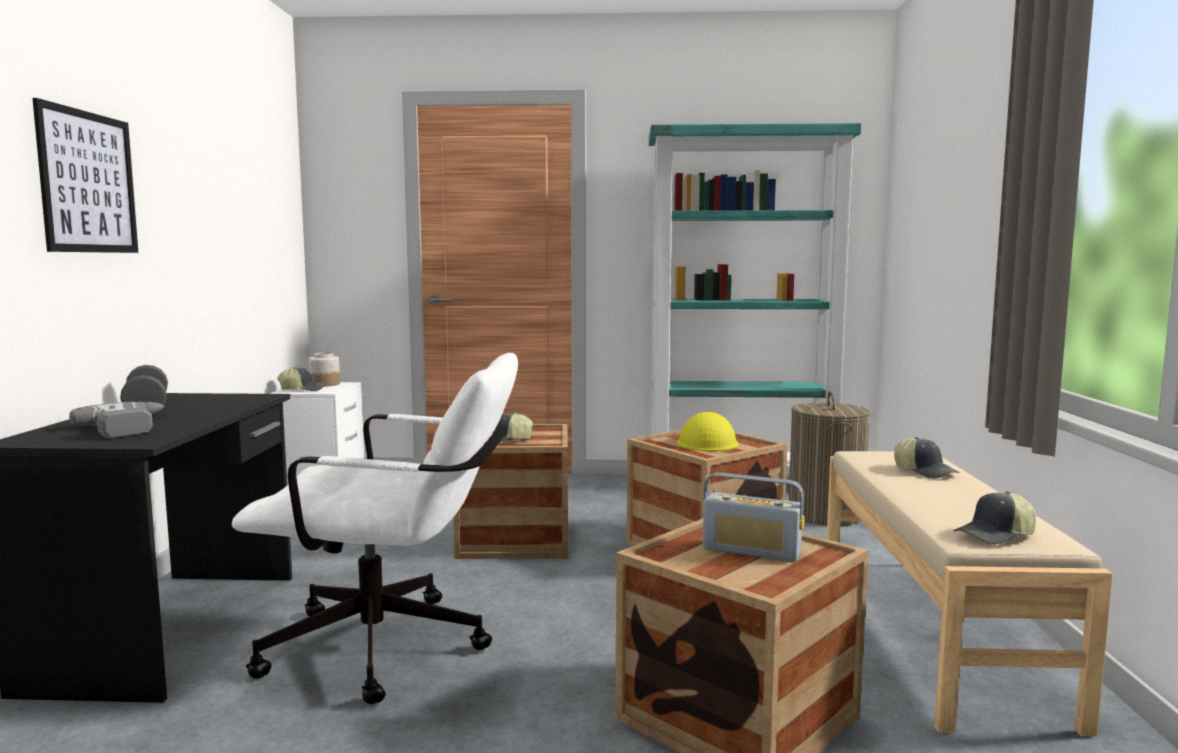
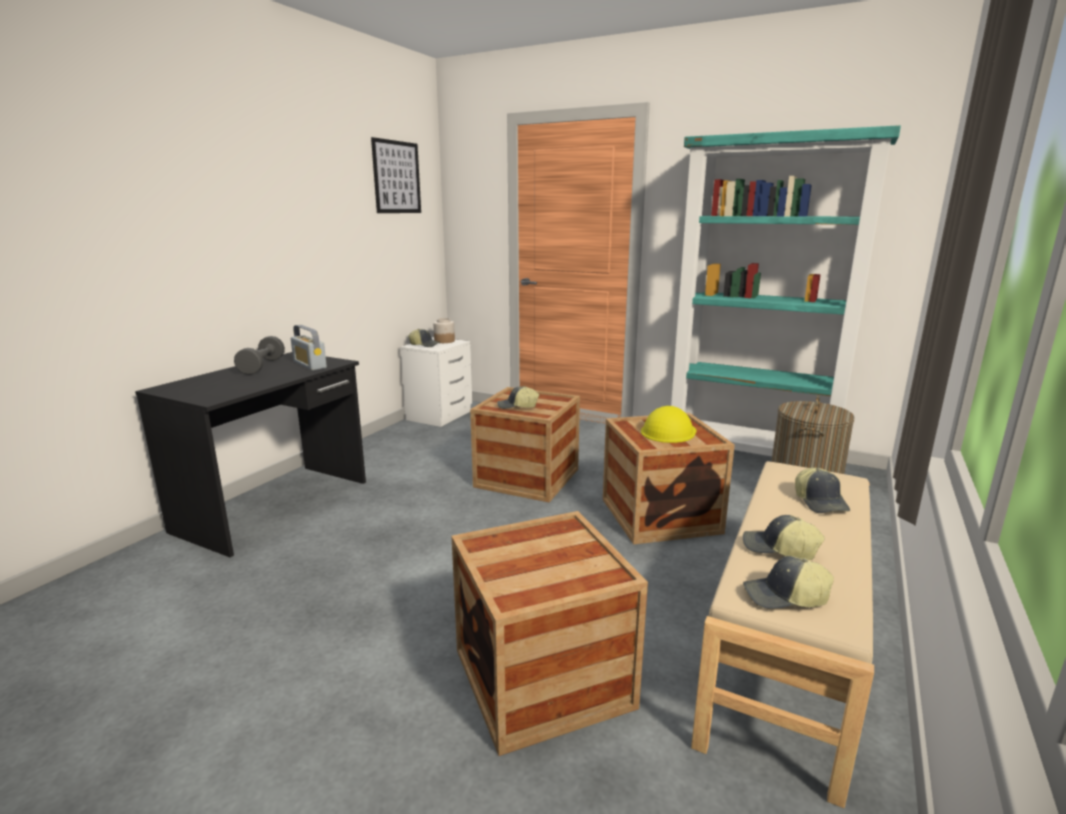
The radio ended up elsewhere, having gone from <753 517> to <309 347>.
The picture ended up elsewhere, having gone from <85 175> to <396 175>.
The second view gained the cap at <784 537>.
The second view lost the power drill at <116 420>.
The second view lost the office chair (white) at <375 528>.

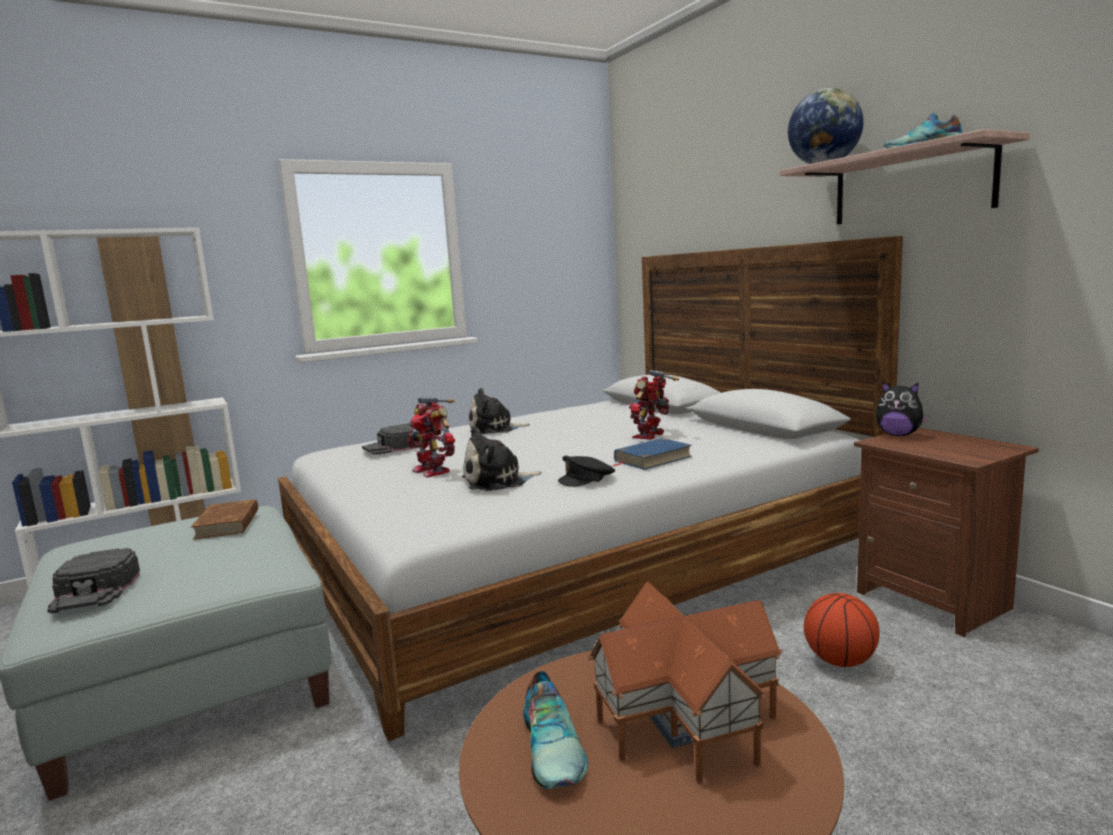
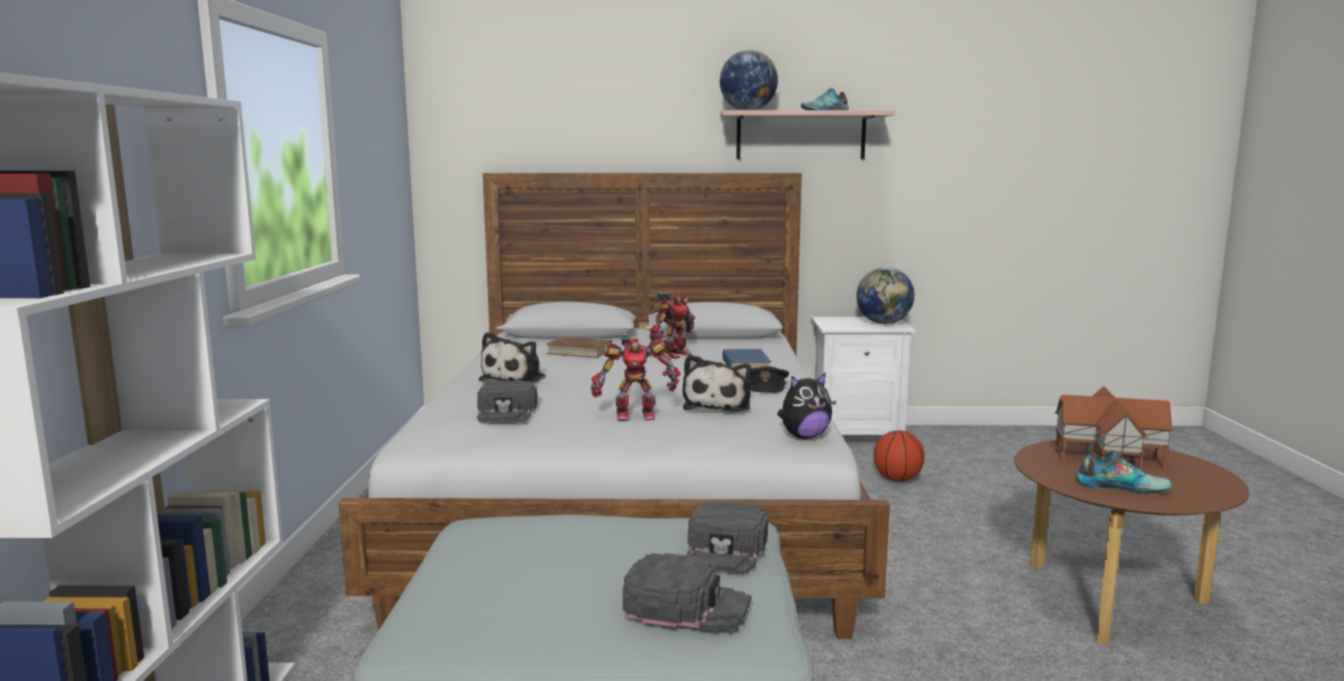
The book (brown) ended up elsewhere, having gone from <224 519> to <579 347>.
The toy robot at <653 405> ended up facing another way, 120 degrees counterclockwise from before.
The second view gained the cap (black) at <727 537>.
The plush toy ended up elsewhere, having gone from <903 409> to <804 405>.
What was the nightstand (brown) at <946 532> turned into the nightstand (white) at <863 376>.
The second view gained the globe at <886 295>.

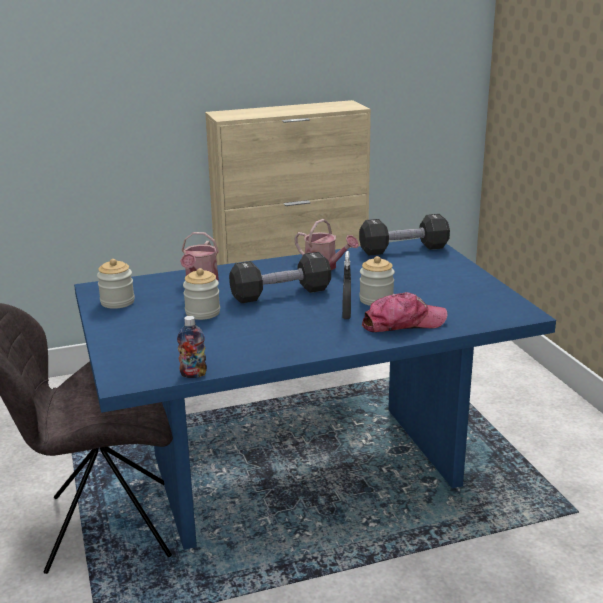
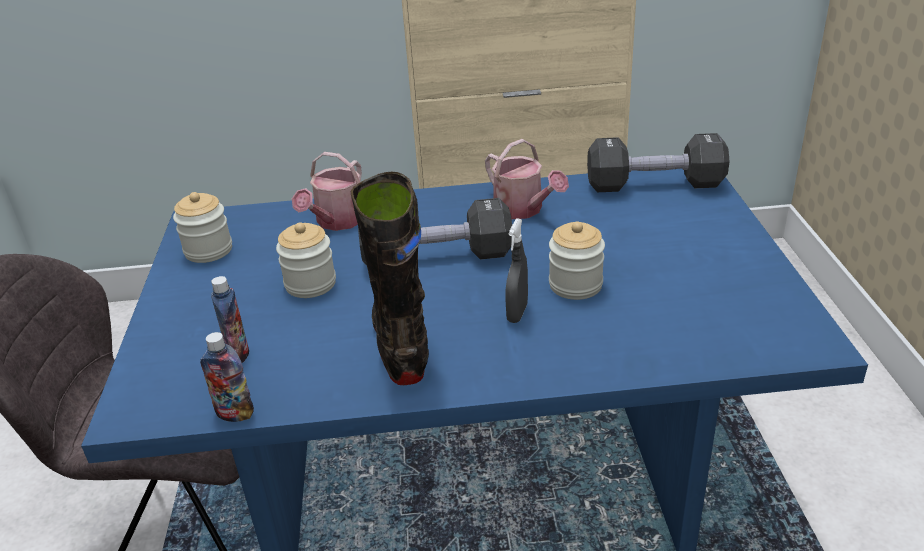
The second view gained the bottle at <230 319>.
The second view gained the boot (black) at <390 278>.
The second view lost the cap at <405 312>.

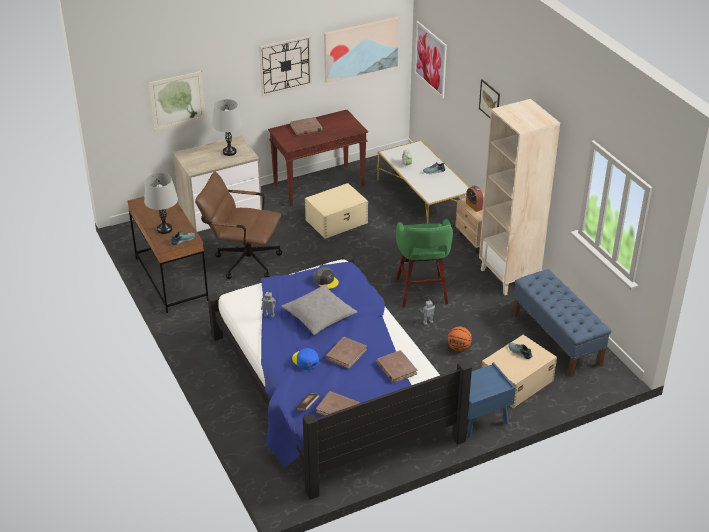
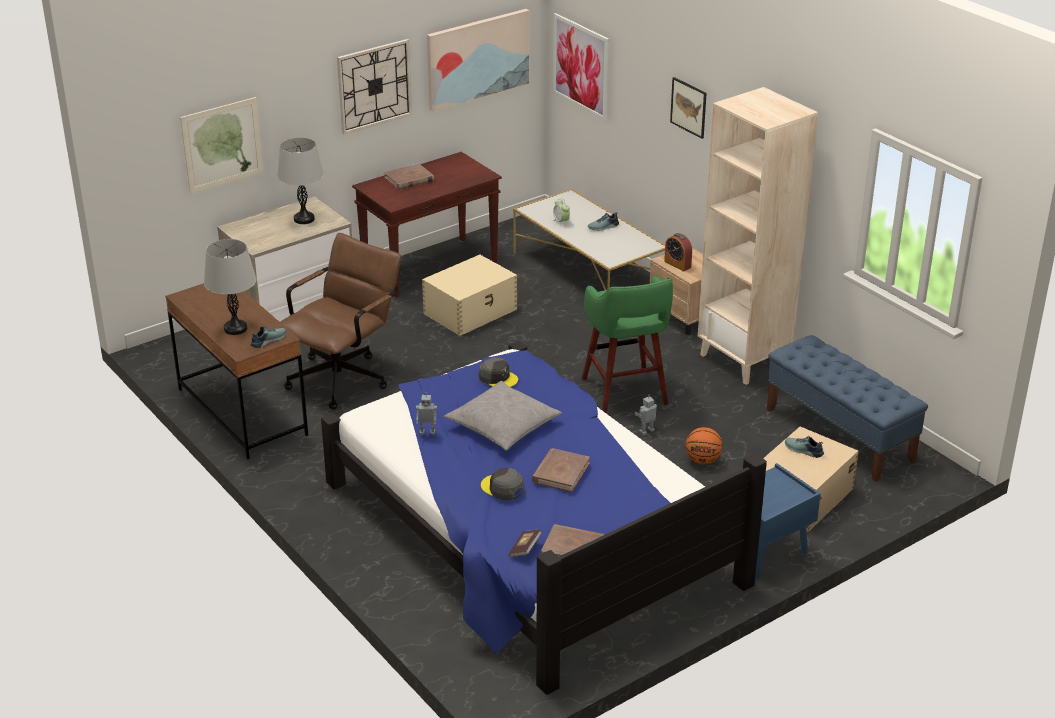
The office chair (brown) at <238 225> ended up facing another way, 120 degrees clockwise from before.
What was the cap (blue) at <305 359> turned into the cap (grey) at <502 484>.
The second view lost the book (brown) at <397 366>.

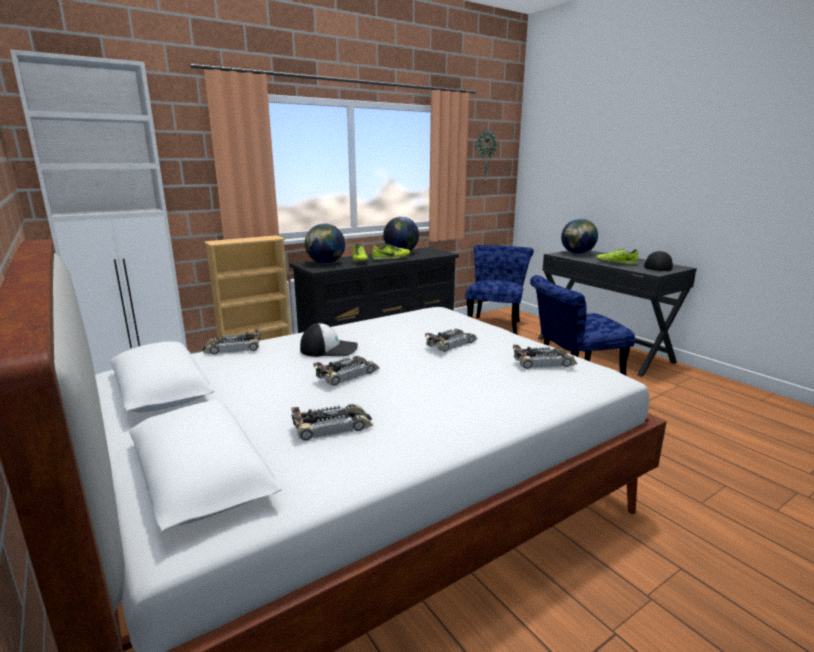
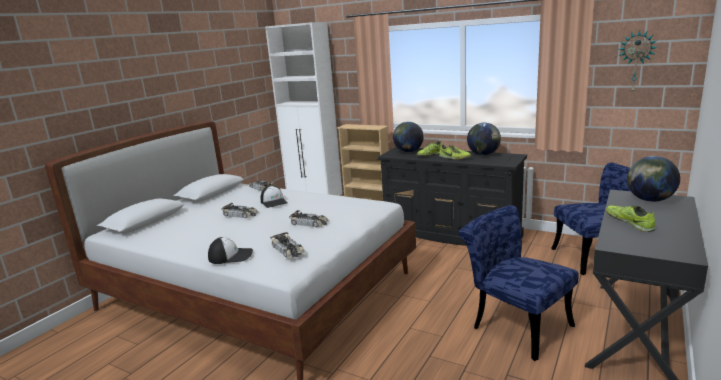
The cap ended up elsewhere, having gone from <658 261> to <230 250>.
The second view lost the toy car at <332 422>.

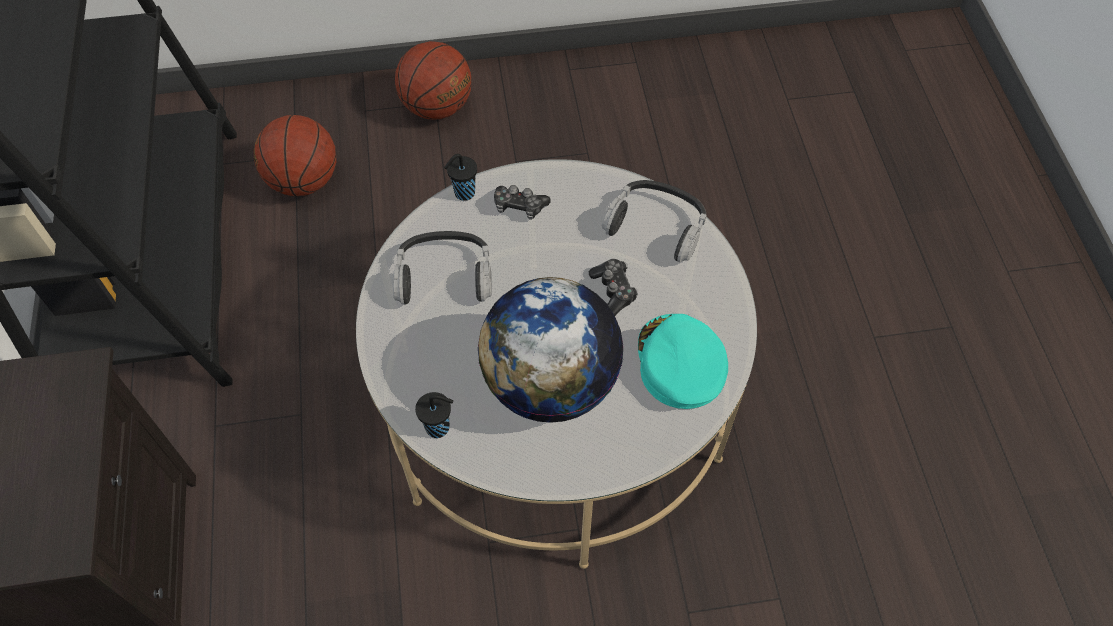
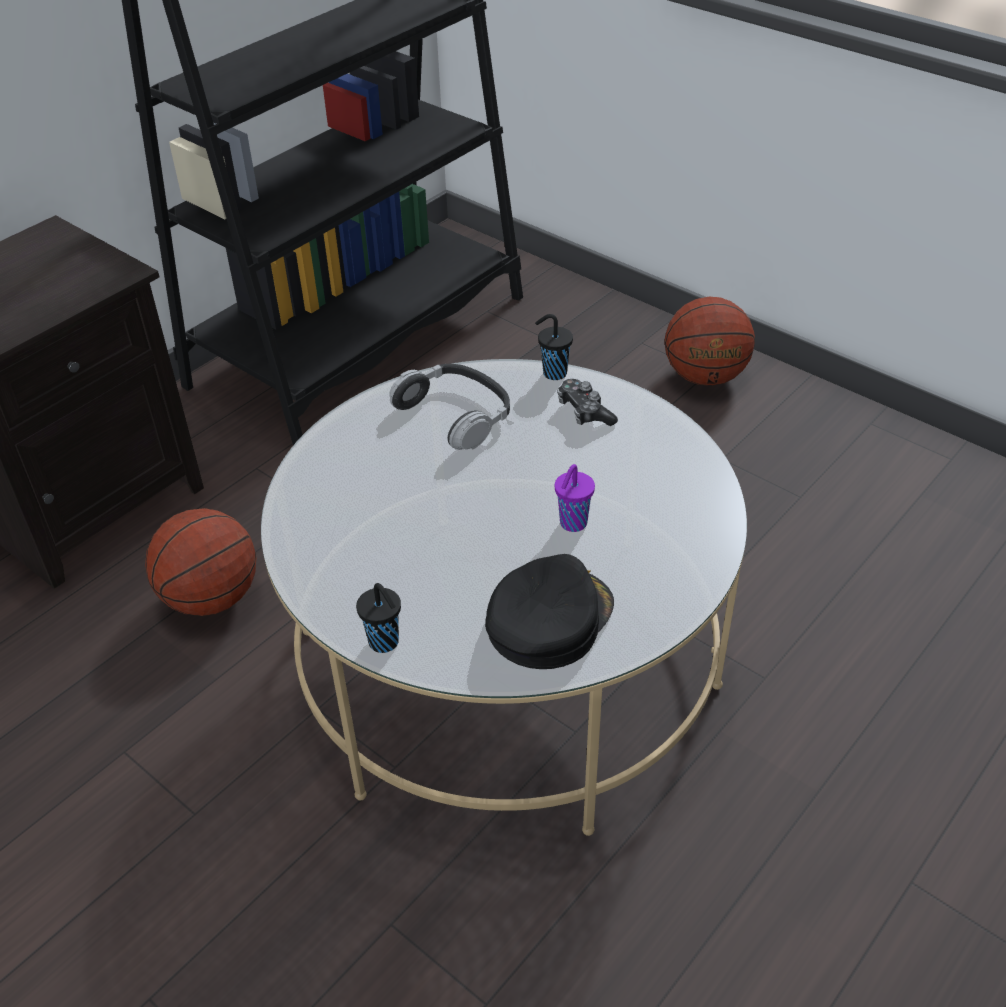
The basketball ended up elsewhere, having gone from <295 155> to <200 562>.
The cup (black) ended up elsewhere, having gone from <434 415> to <378 618>.
What was the cap (turquoise) at <683 361> turned into the cap (black) at <549 611>.
Where the game controller stood at <613 287>, the cup (purple) came to stand at <575 498>.
The second view lost the globe at <551 350>.
The second view lost the headphones at <654 221>.

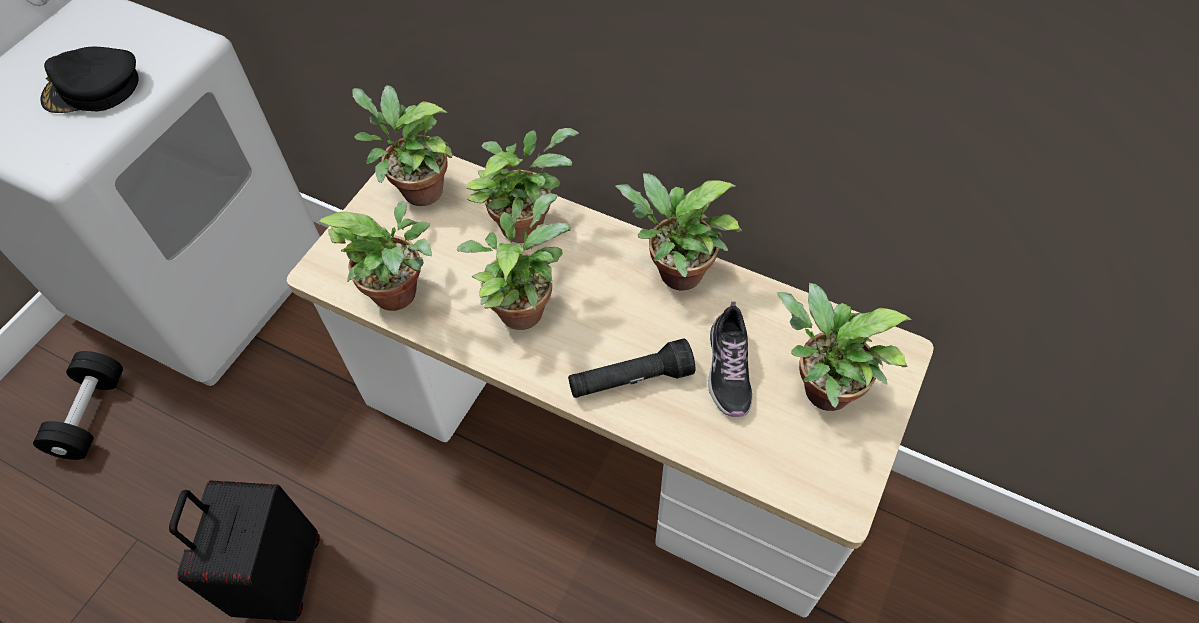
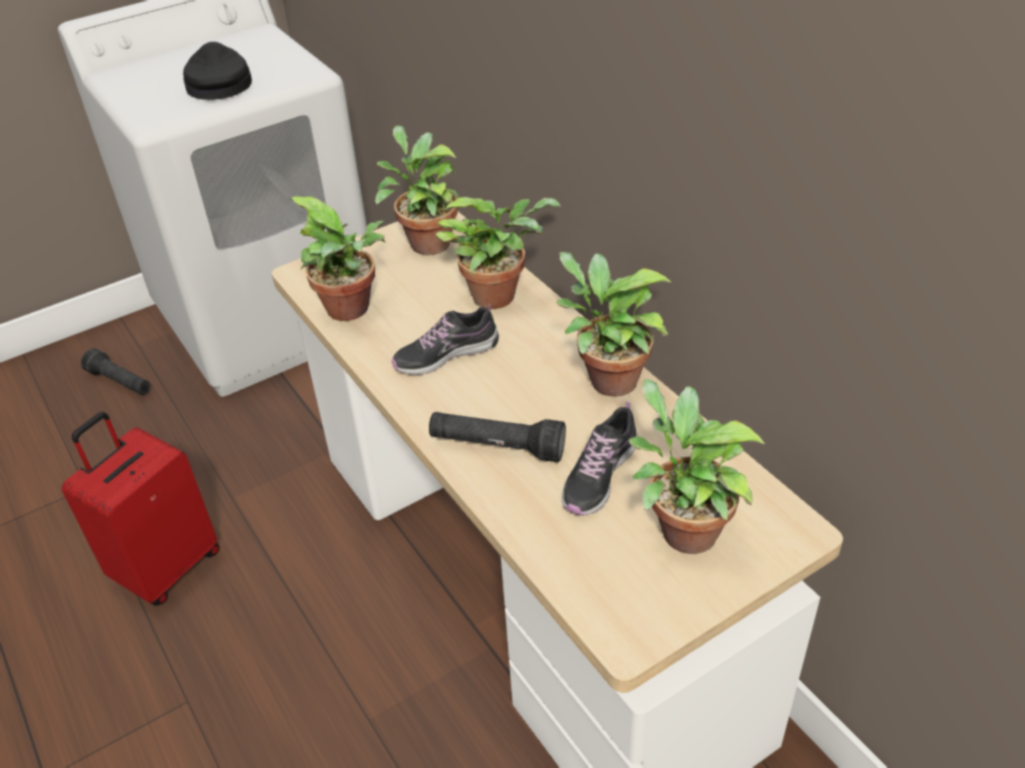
What was the suitcase (black) at <244 550> turned into the suitcase (red) at <141 509>.
Where the dumbbell (black) stood at <78 405>, the flashlight (black) came to stand at <115 371>.
The cap (black) at <90 80> ended up facing another way, 60 degrees clockwise from before.
Where the potted plant stood at <513 262>, the shoe came to stand at <445 339>.

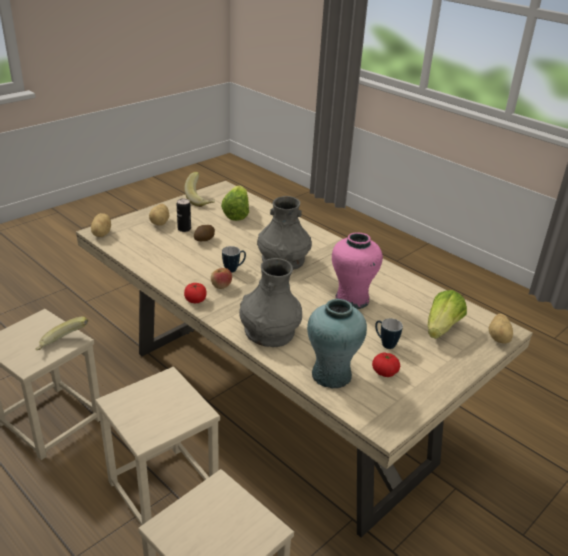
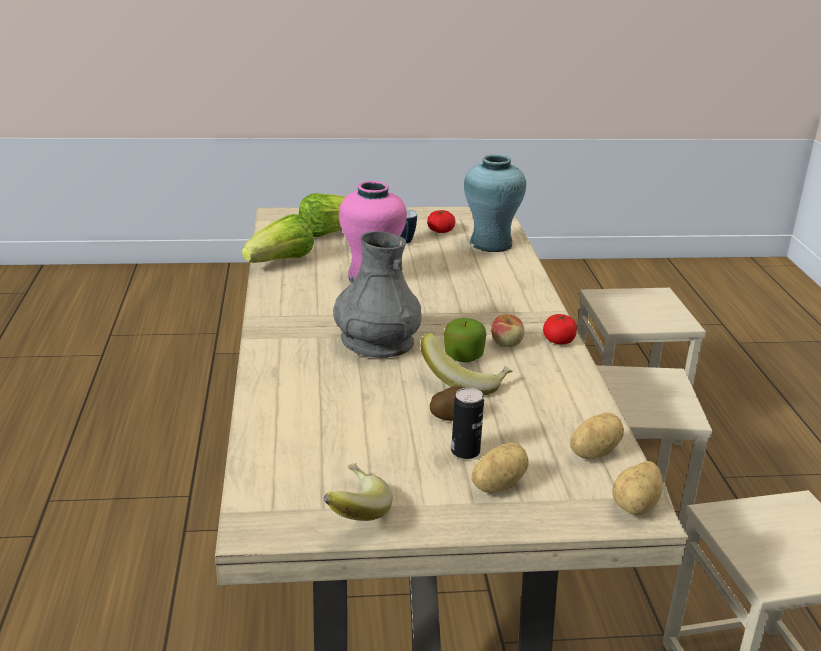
The lettuce ended up elsewhere, having gone from <235 203> to <278 238>.
The banana ended up elsewhere, having gone from <62 333> to <466 364>.
Where the mug stood at <234 259>, the apple came to stand at <465 340>.
The potato ended up elsewhere, having gone from <500 329> to <597 435>.
The second view lost the vase (grey) at <271 302>.

